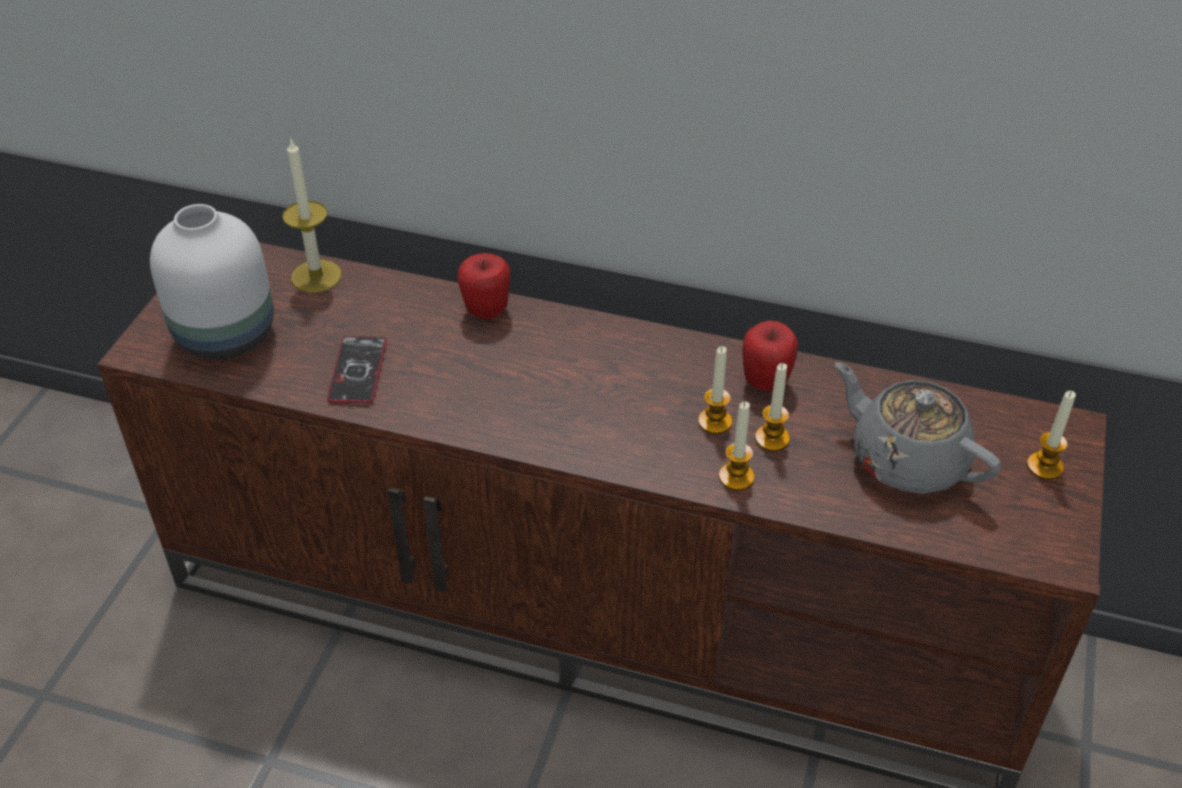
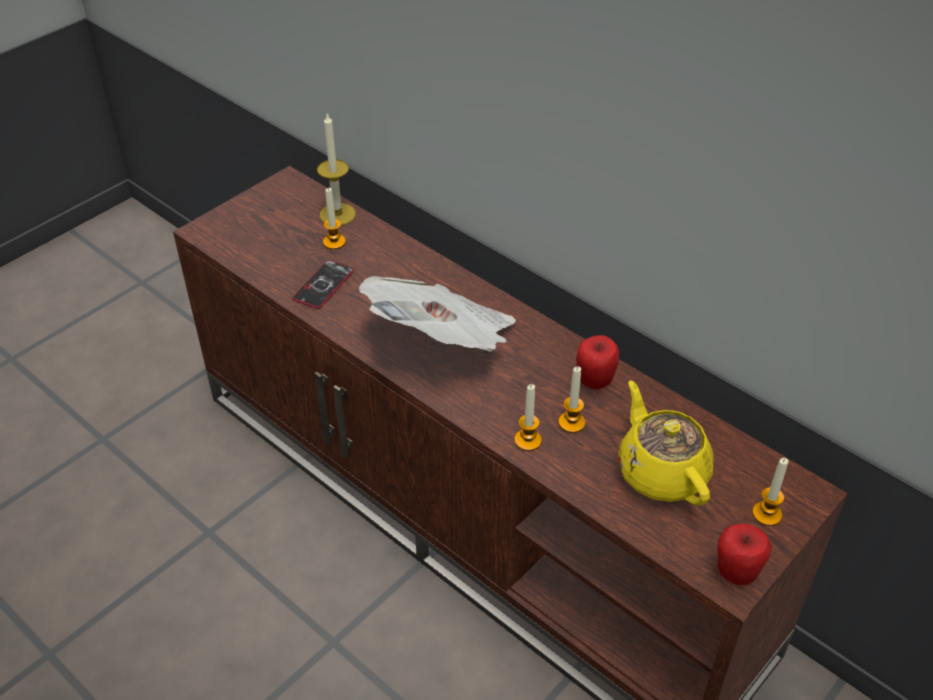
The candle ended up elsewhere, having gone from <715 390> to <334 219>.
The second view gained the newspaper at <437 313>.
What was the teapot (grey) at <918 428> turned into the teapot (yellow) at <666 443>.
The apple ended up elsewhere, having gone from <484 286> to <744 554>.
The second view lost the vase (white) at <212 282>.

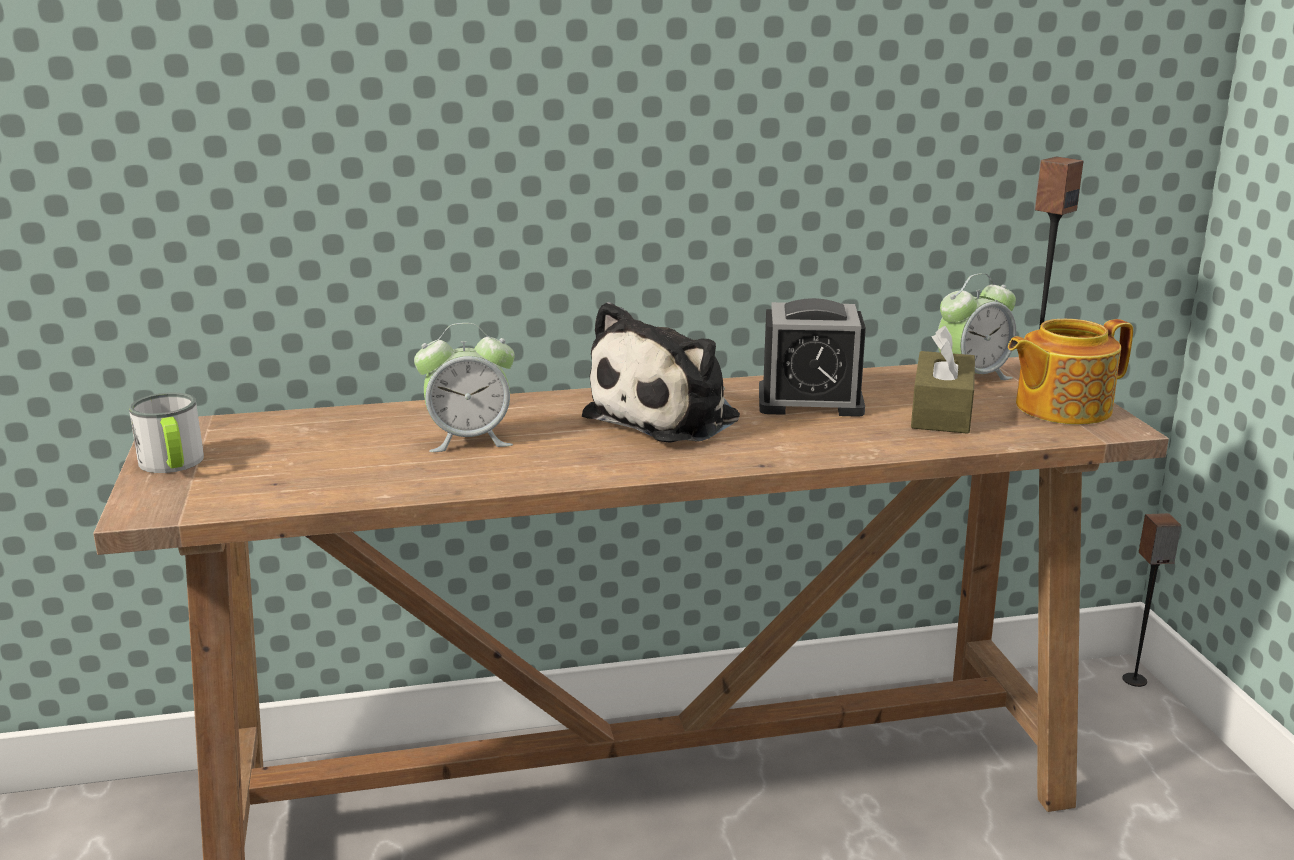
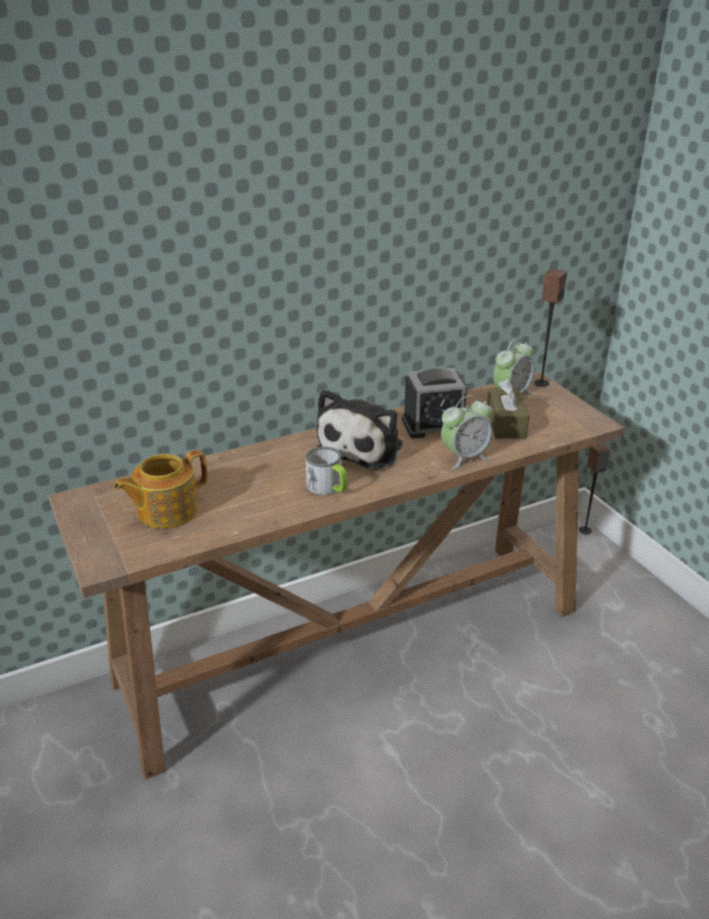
The teapot ended up elsewhere, having gone from <1070 372> to <161 489>.
The mug ended up elsewhere, having gone from <166 432> to <326 471>.
The alarm clock ended up elsewhere, having gone from <464 387> to <467 432>.

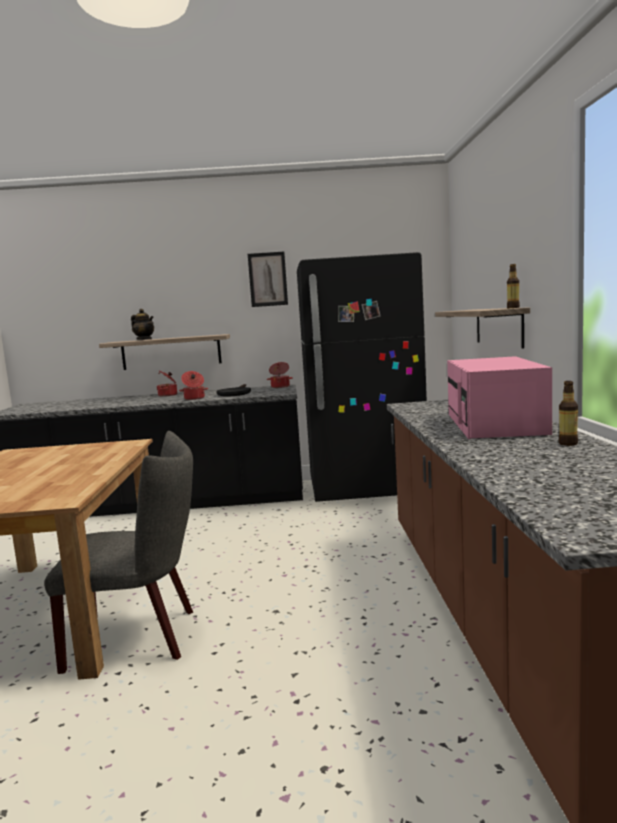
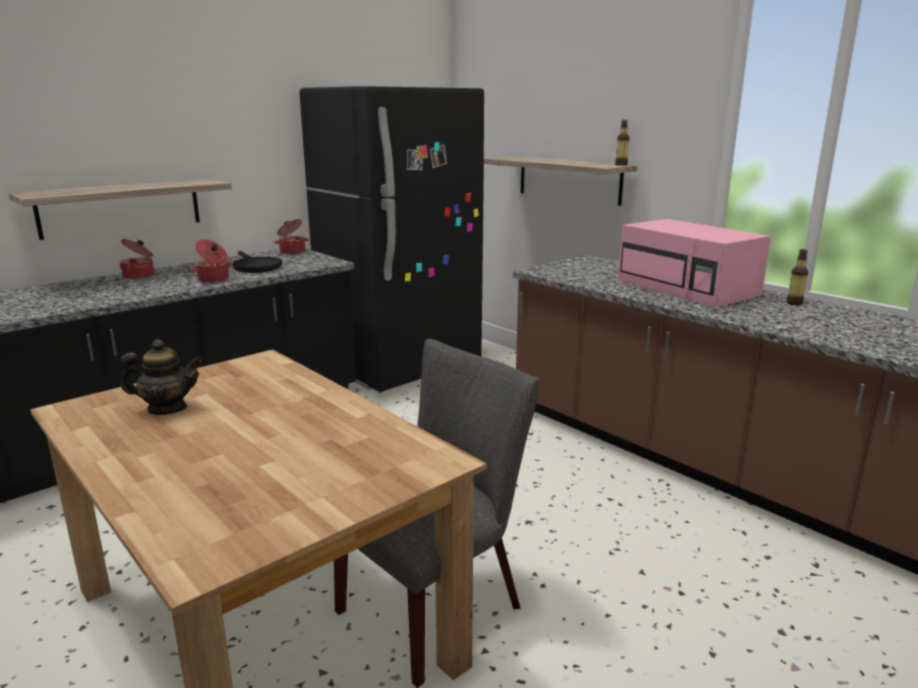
The teapot ended up elsewhere, having gone from <142 324> to <161 377>.
The second view lost the picture at <268 279>.

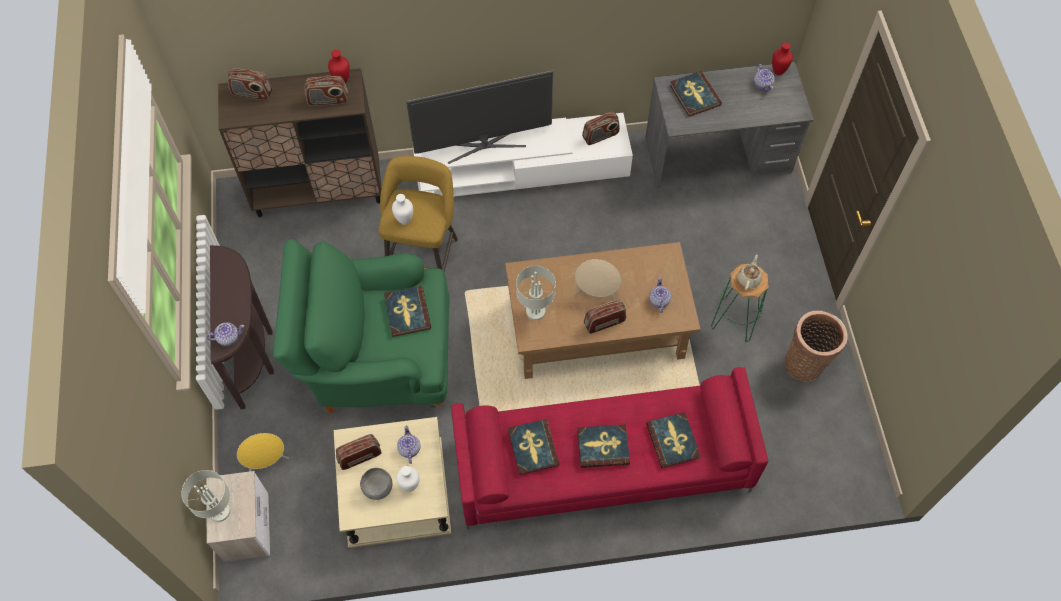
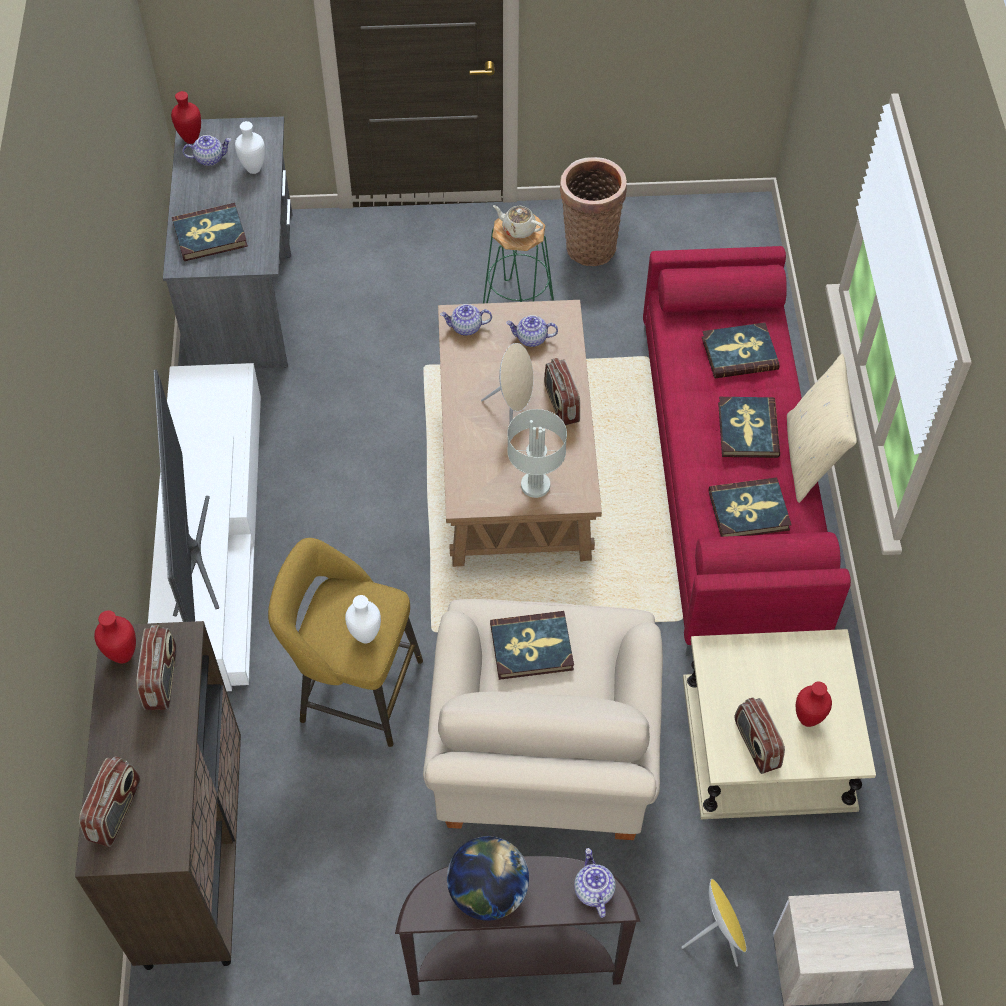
The vase (white) ended up elsewhere, having gone from <408 479> to <250 147>.
What was the armchair (green) at <361 326> turned into the armchair (beige) at <543 719>.
The teapot ended up elsewhere, having gone from <408 444> to <466 320>.
The second view gained the globe at <488 878>.
The second view gained the pillow (beige) at <822 428>.
Where the bowl (grey) stood at <376 484>, the vase (red) came to stand at <814 704>.
The second view lost the table lamp (grey) at <205 496>.
The second view lost the radio at <601 128>.

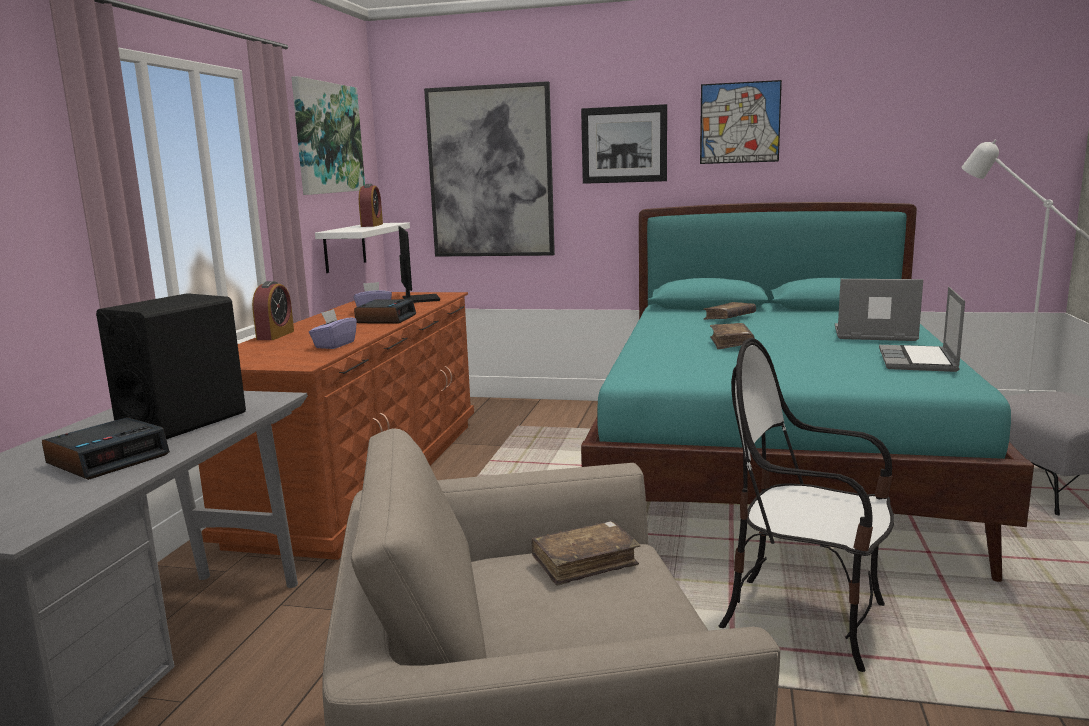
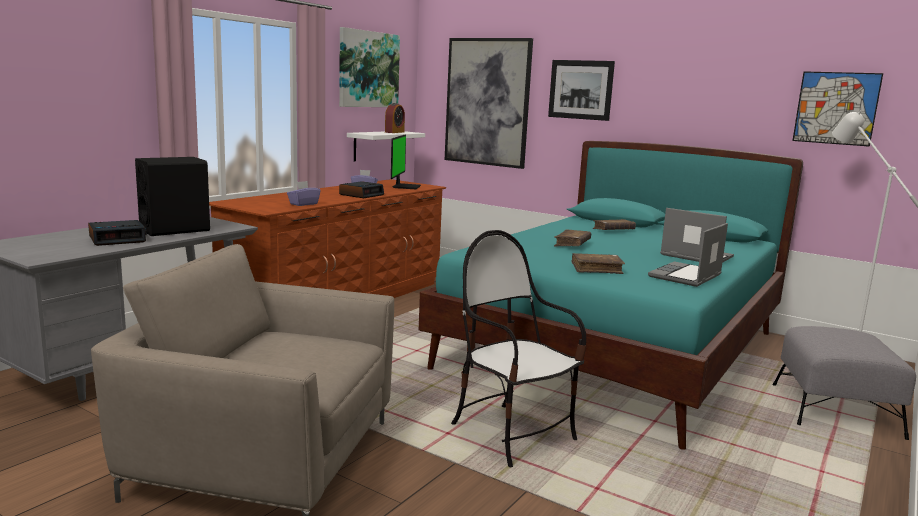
The book (brown) ended up elsewhere, having gone from <585 553> to <598 263>.
The picture ended up elsewhere, having gone from <741 122> to <837 109>.
The second view lost the alarm clock at <273 310>.

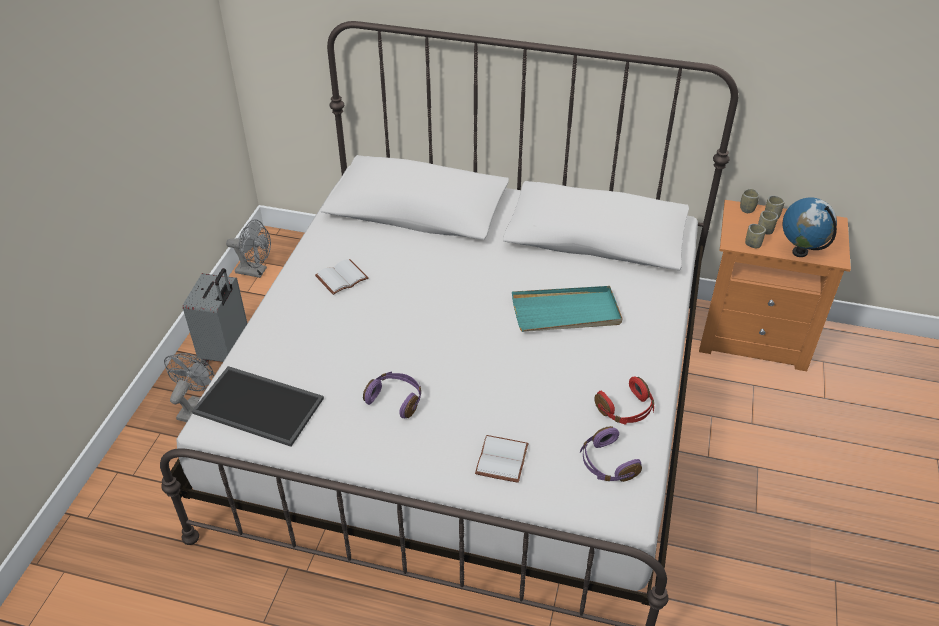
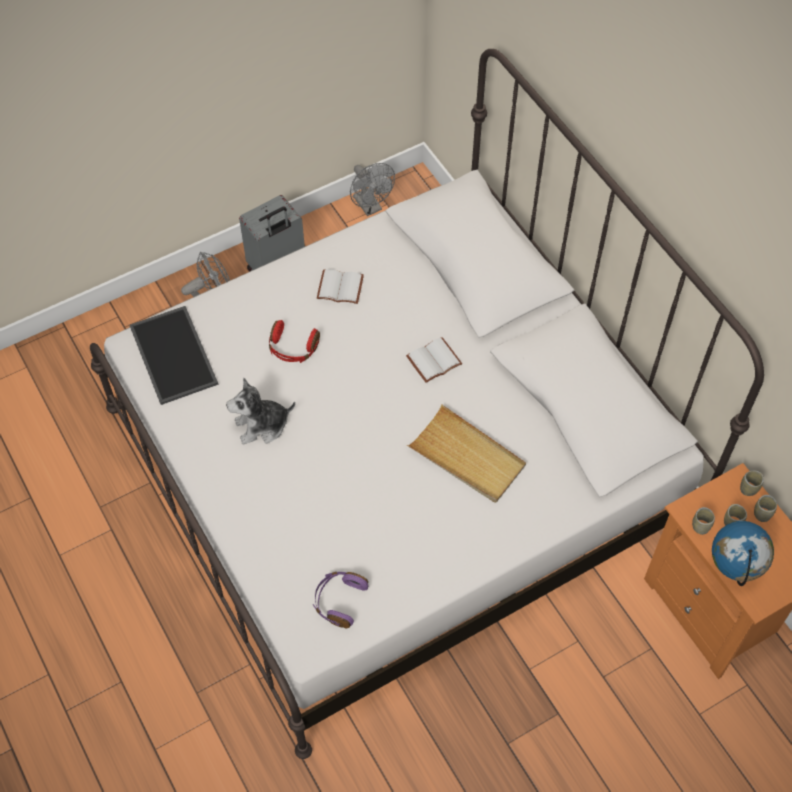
Where the headphones (purple) stood at <392 395>, the plush toy came to stand at <260 411>.
The headphones (red) ended up elsewhere, having gone from <624 401> to <294 341>.
The book (white) ended up elsewhere, having gone from <502 459> to <434 360>.
What was the tray (turquoise) at <567 309> turned into the tray (beige) at <466 454>.

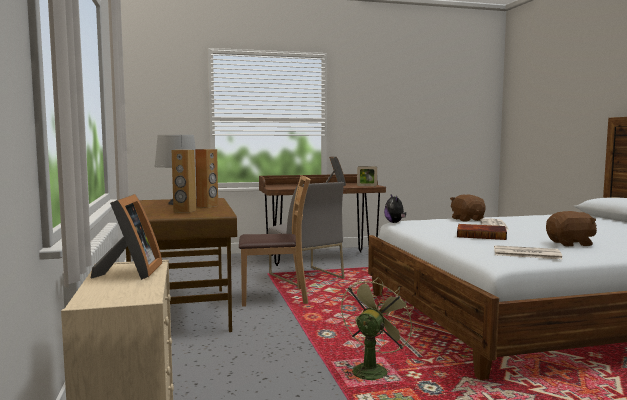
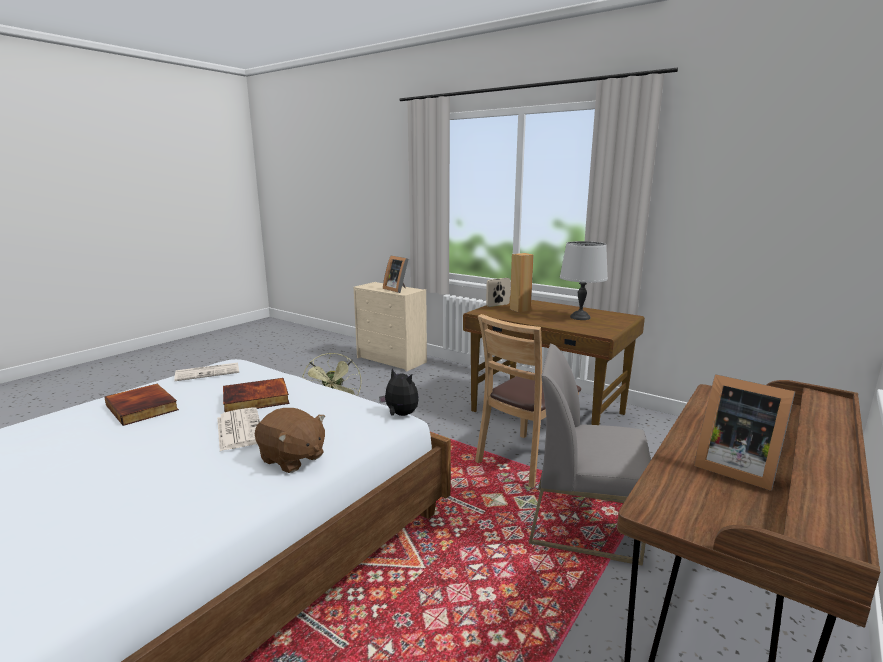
Where the plush toy (brown) stood at <571 228>, the book came to stand at <141 405>.
The picture frame ended up elsewhere, having gone from <367 176> to <498 292>.
The second view lost the speaker (brown) at <206 178>.

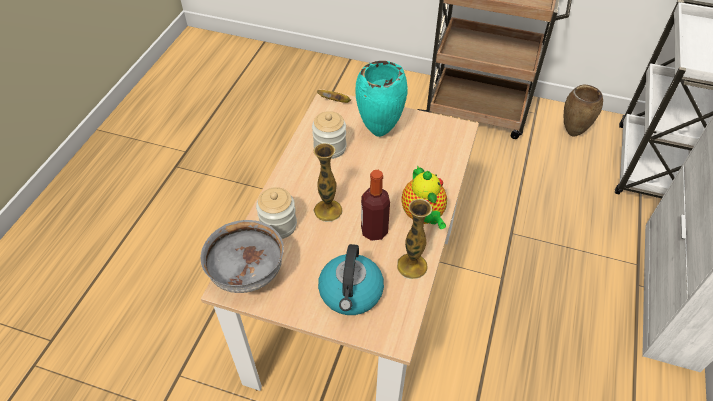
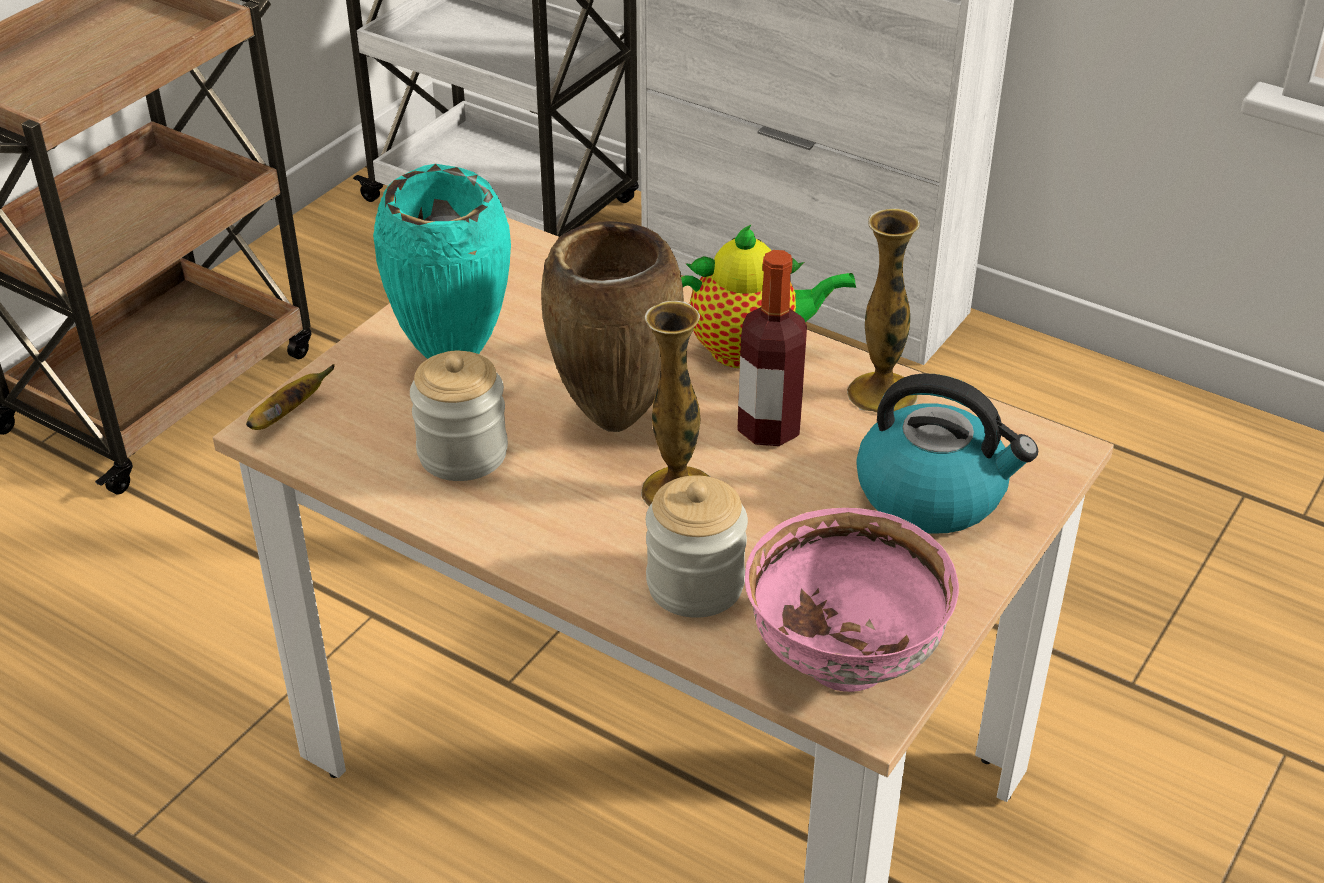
The vase (brown) ended up elsewhere, having gone from <583 110> to <612 326>.
What was the bowl (grey) at <242 256> turned into the bowl (pink) at <852 600>.

